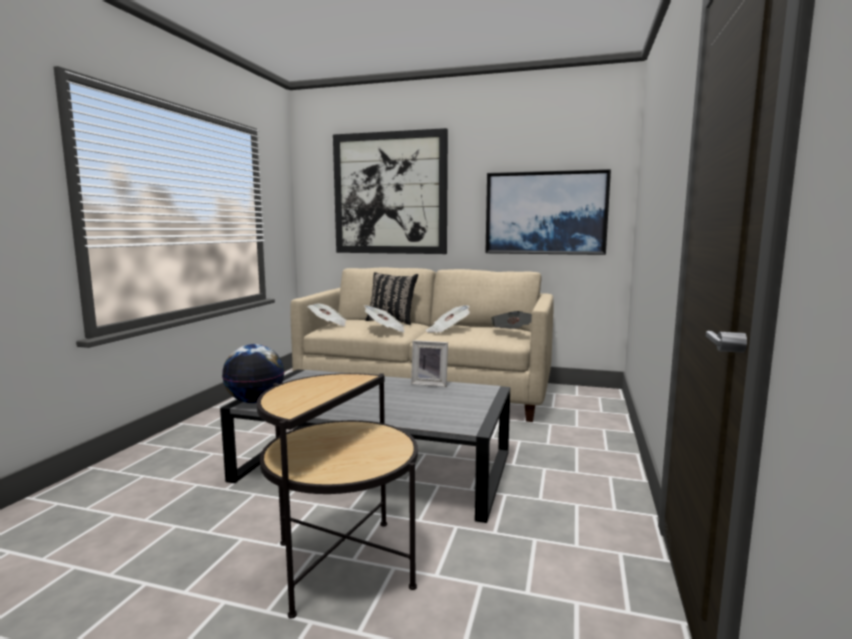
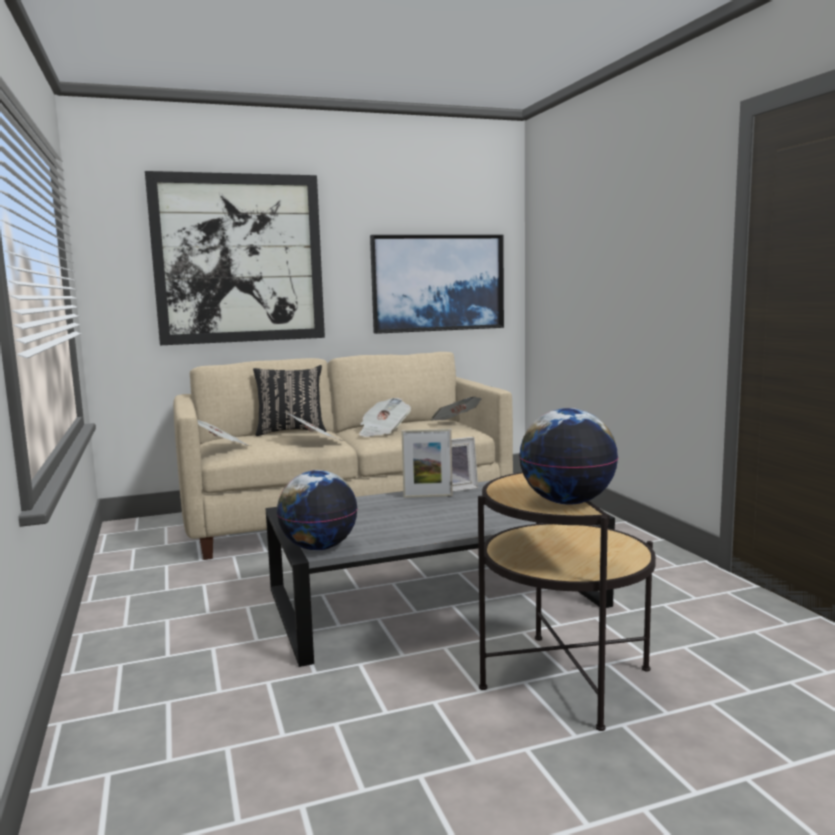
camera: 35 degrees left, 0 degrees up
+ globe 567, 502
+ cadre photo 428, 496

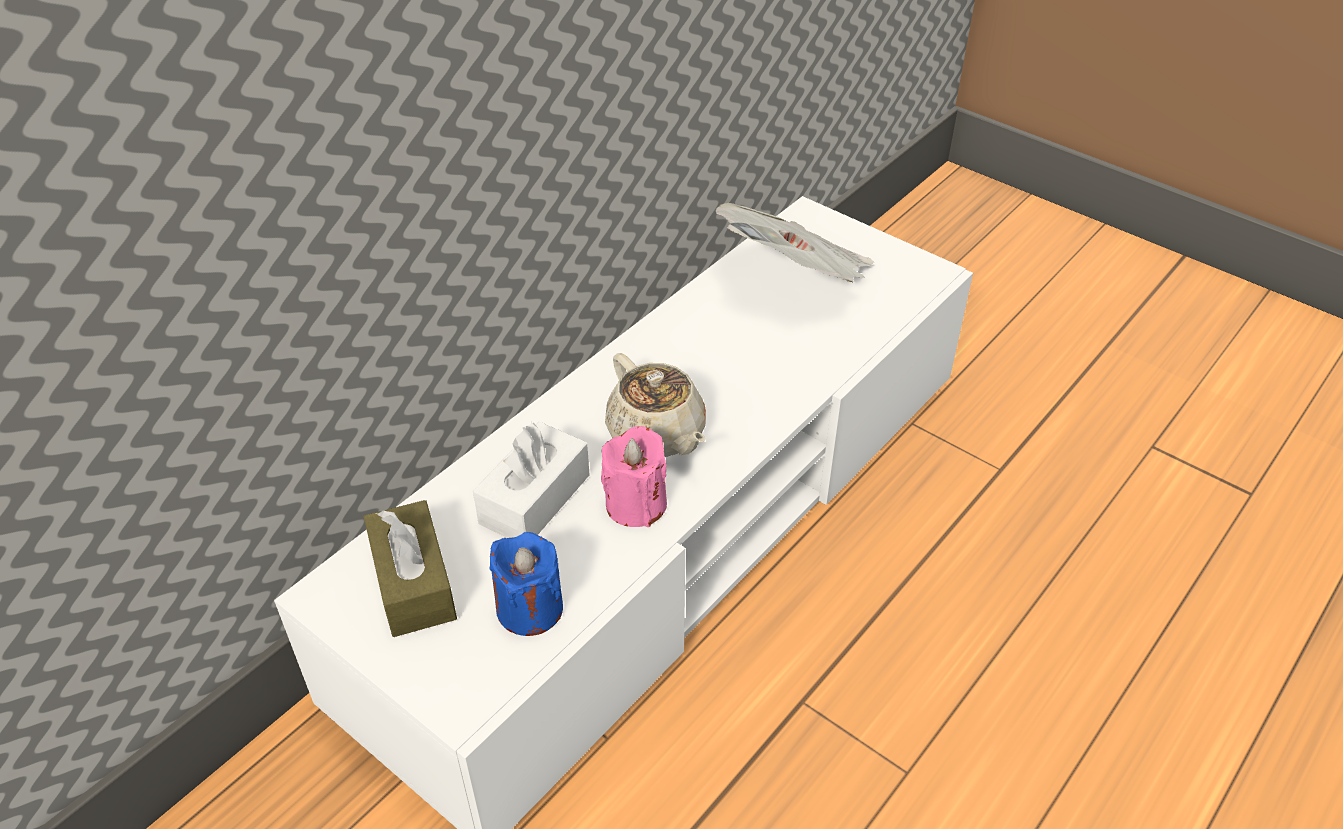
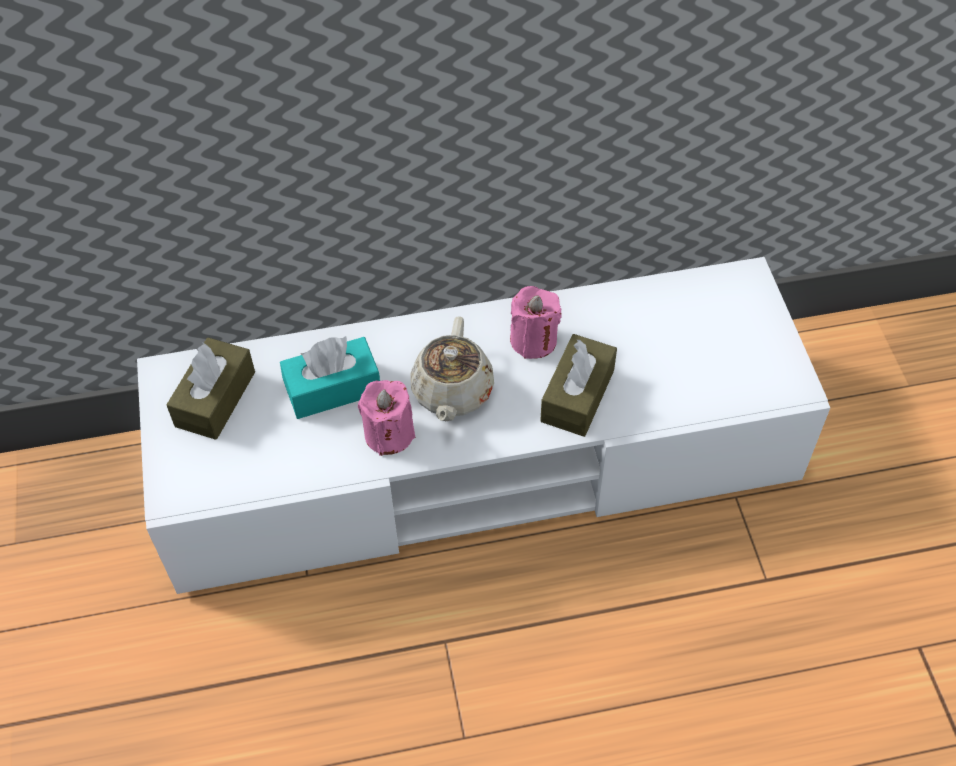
camera: 40 degrees right, 10 degrees up
- journal 796, 277
~ boîte à mouchoirs (blanc) 535, 499 to boîte à mouchoirs (turquoise) 333, 388
- bougie (bleu) 529, 609
+ bougie (rose) 533, 340
+ boîte à mouchoirs (marron) 577, 395

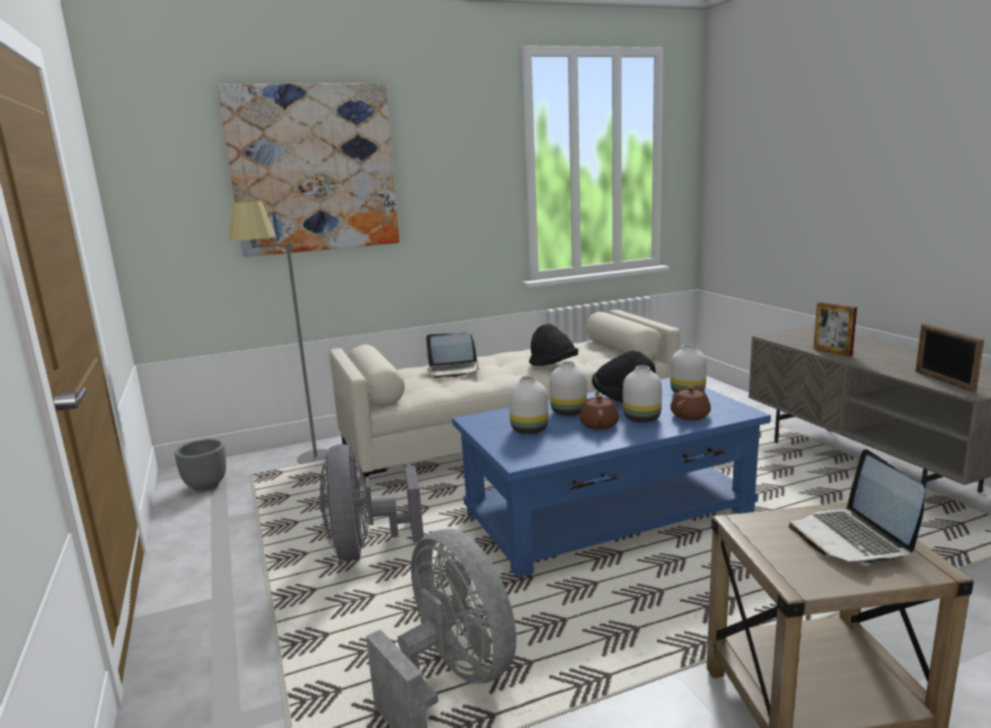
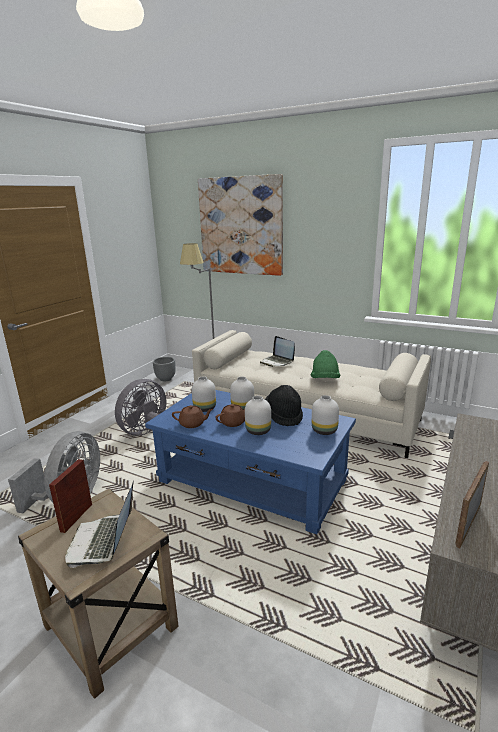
camera: 50 degrees right, 5 degrees up
~ cadre photo 832, 352 to 76, 517
~ chapeau (noir) 553, 366 to chapeau (vert) 325, 380
~ théière (marron) 690, 415 to 192, 424
~ ordinateur portable 852, 538 = 103, 541 45 degrees counterclockwise

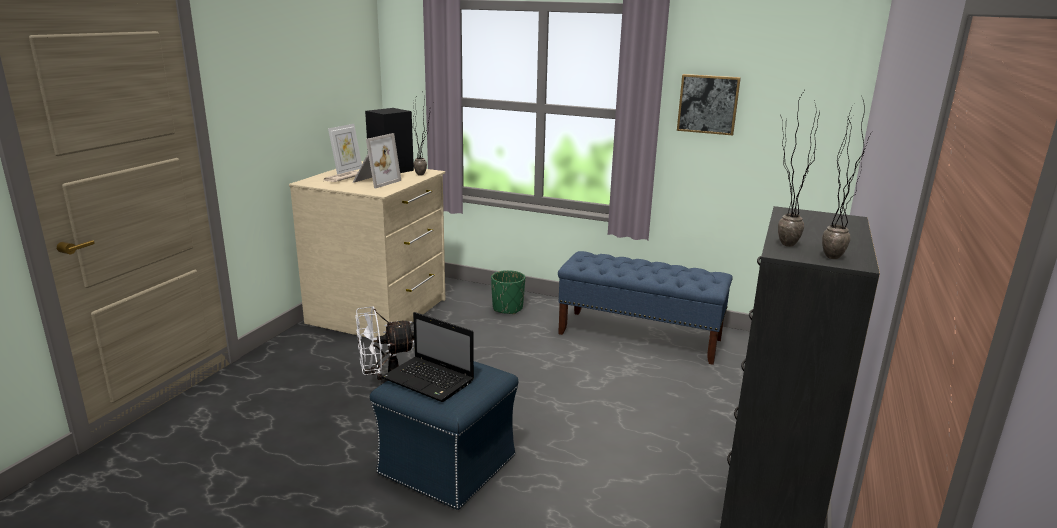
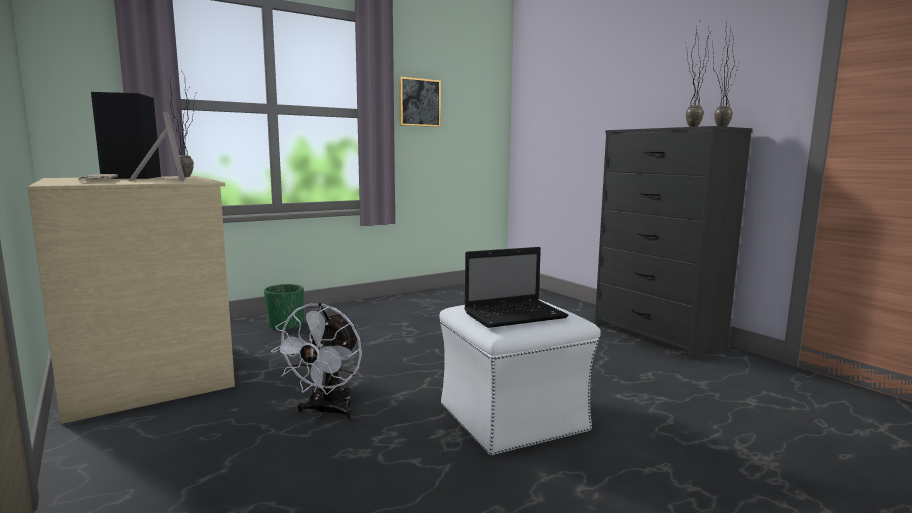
camera: 55 degrees left, 10 degrees down
- cadre photo 347, 171
- banc (bleu) 640, 336
~ pouf (bleu) 448, 465 to pouf (blanc) 514, 417

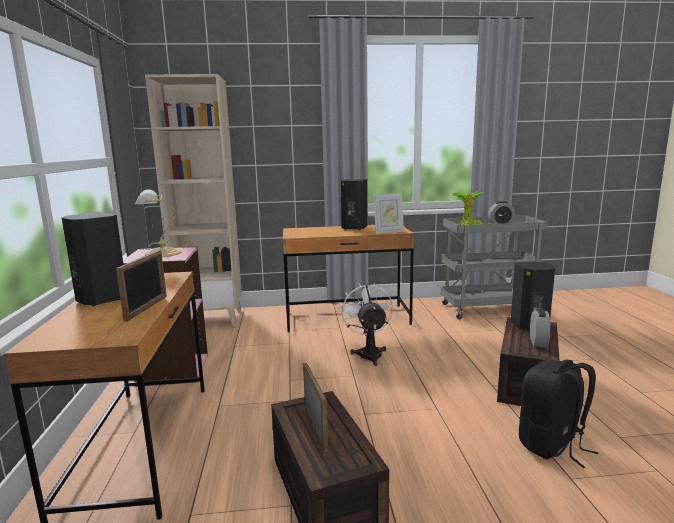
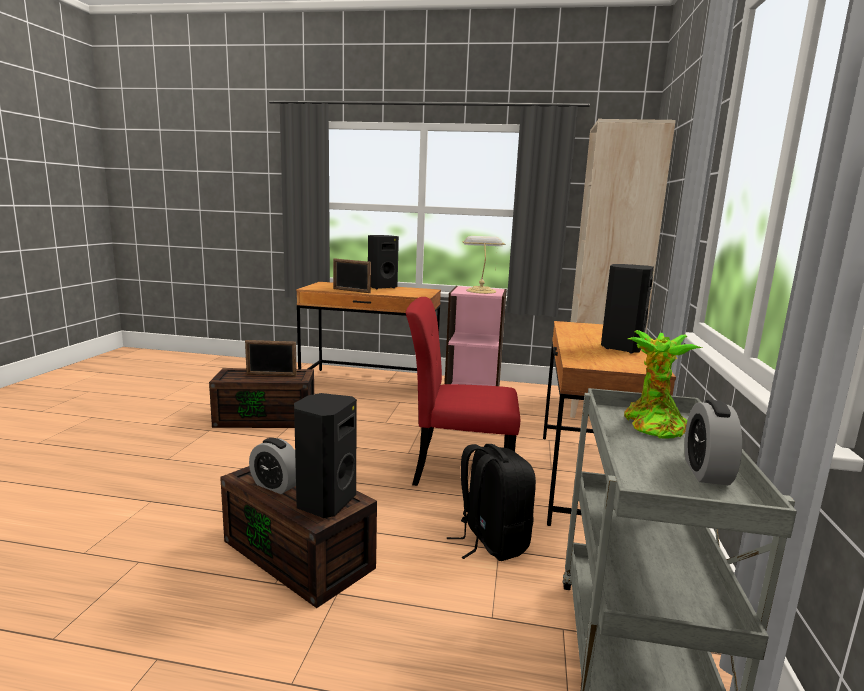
camera: 105 degrees right, 0 degrees up
- cadre photo 388, 232
~ ventilateur (blanc) 369, 353 to chaise (rouge) 457, 471
~ sac à dos (noir) 552, 445 to 491, 542

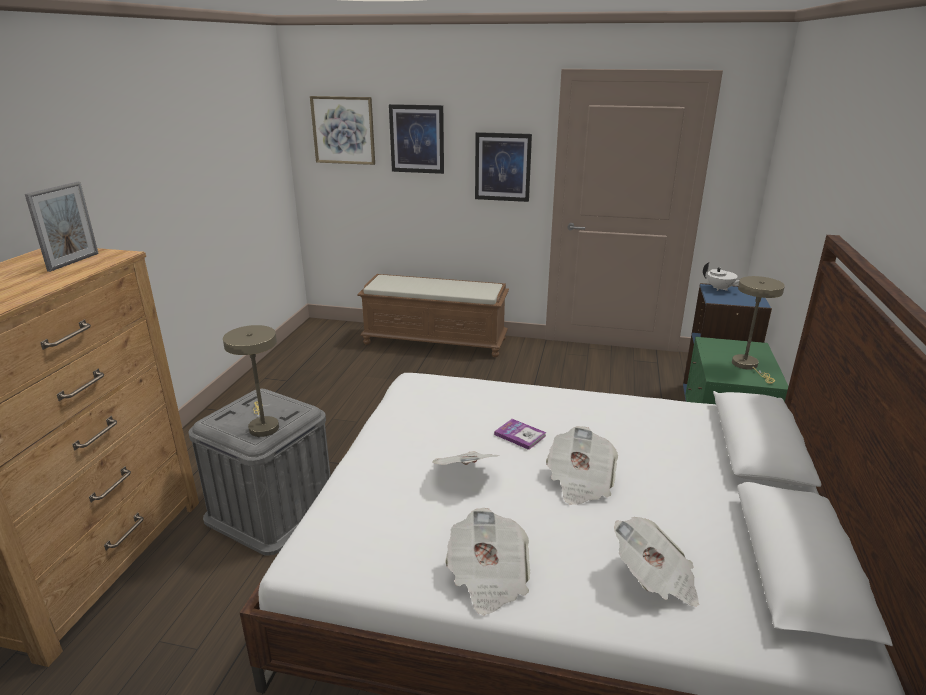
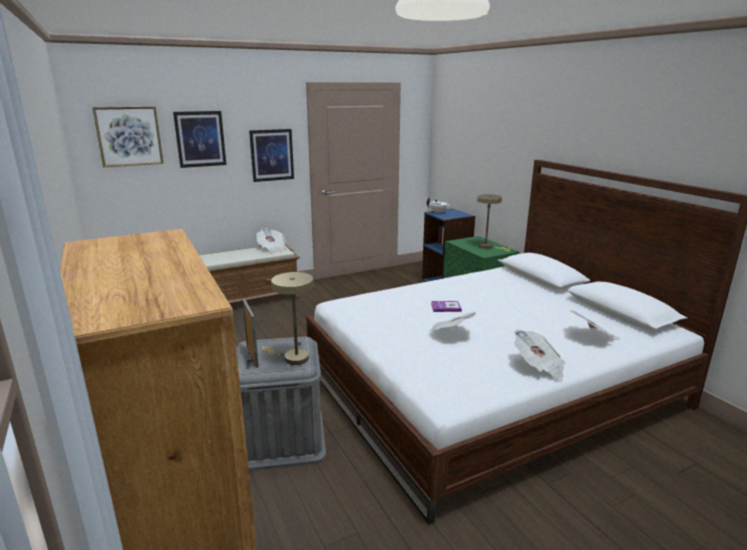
camera: 40 degrees left, 5 degrees down
~ cadre photo 74, 262 to 252, 357
~ journal 580, 482 to 272, 248

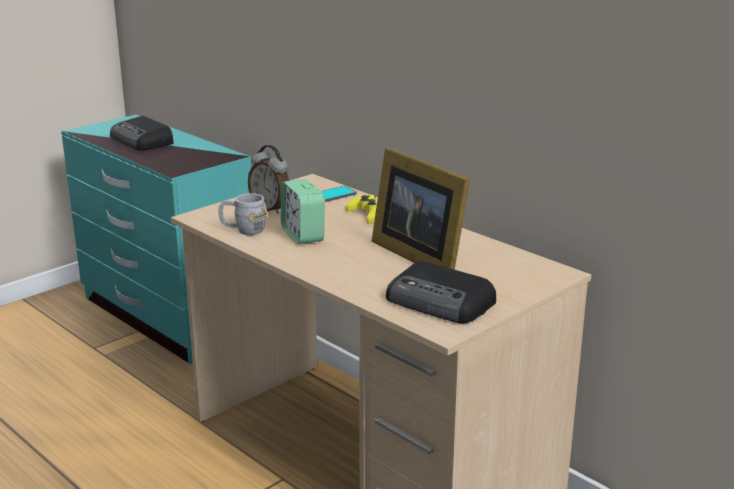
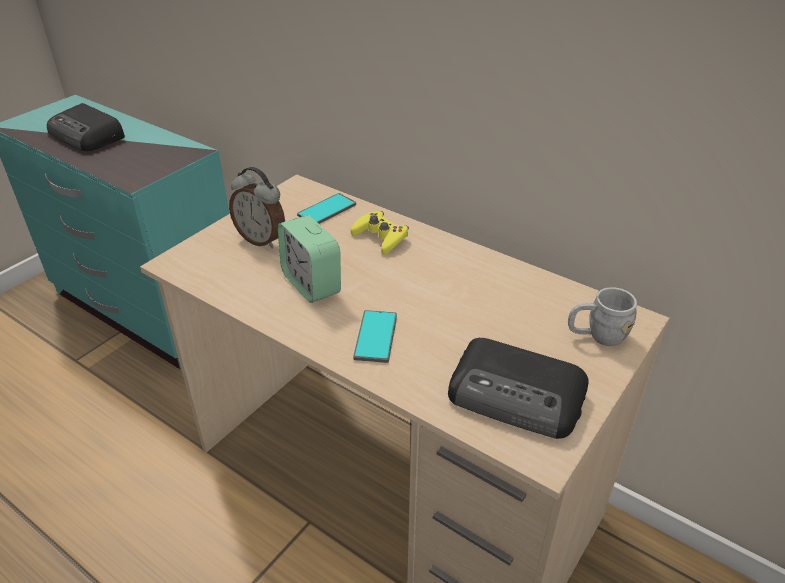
camera: 10 degrees left, 15 degrees up
- cadre photo 419, 255
~ mug (gris) 243, 230 to 597, 335
+ téléphone 376, 337

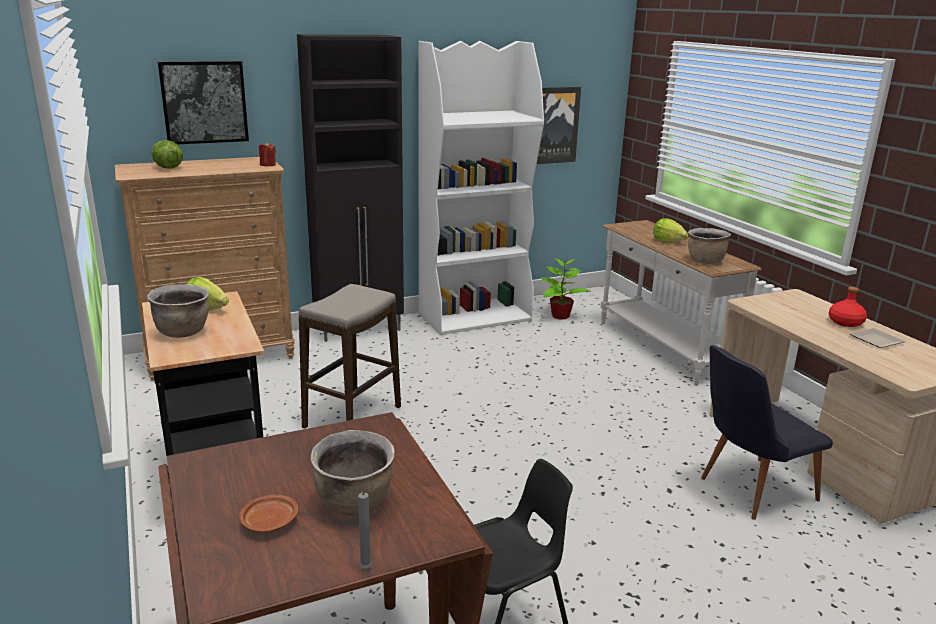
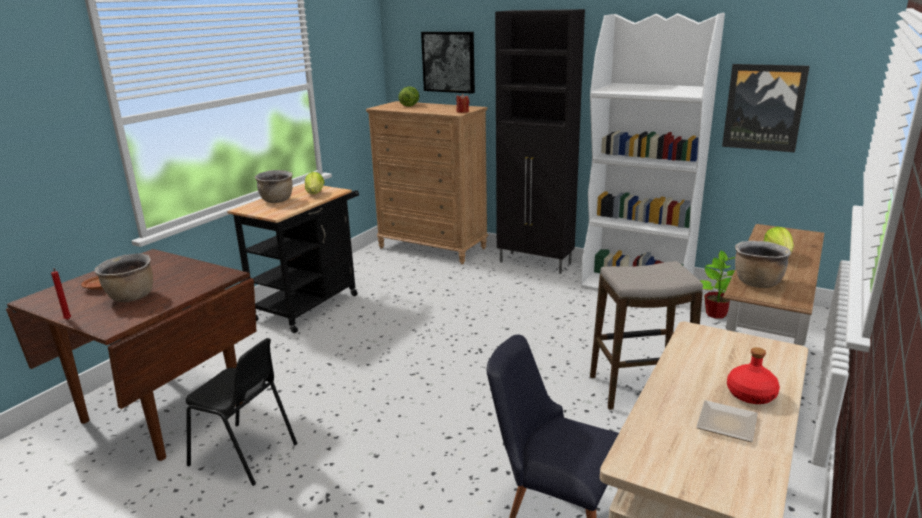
camera: 55 degrees right, 0 degrees up
~ tabouret 352, 417 to 639, 389
~ bougie (gris) 368, 568 to bougie (rouge) 68, 320

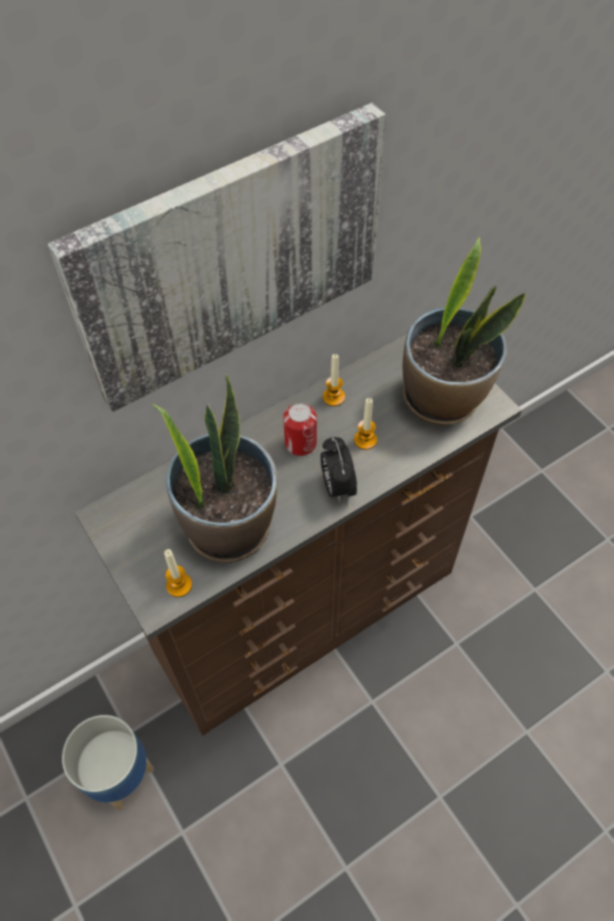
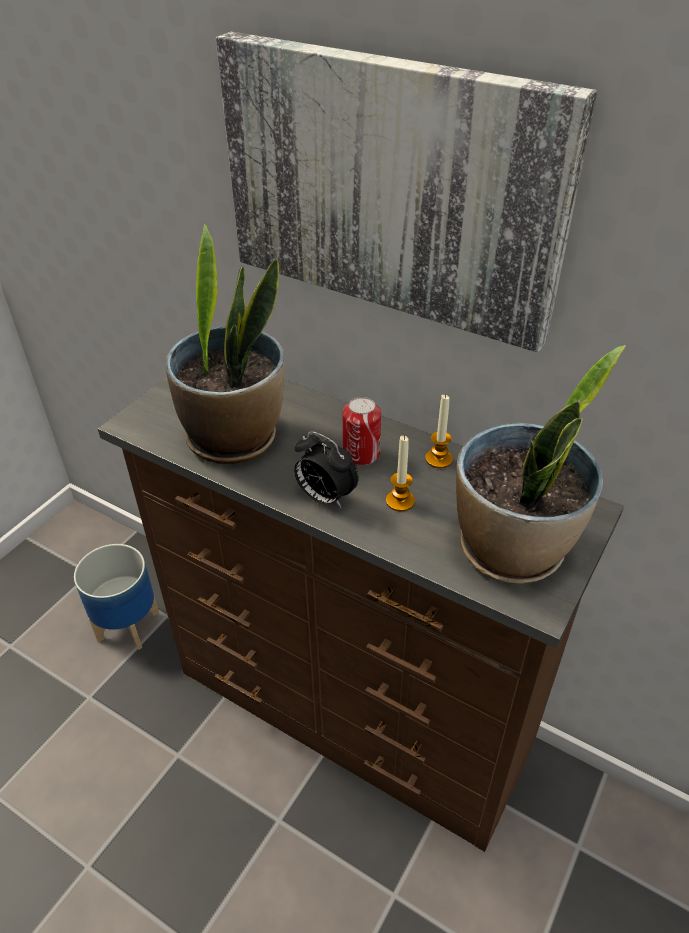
camera: 65 degrees right, 15 degrees down
~ réveil 337, 486 = 325, 497 105 degrees counterclockwise
- bougie 179, 585

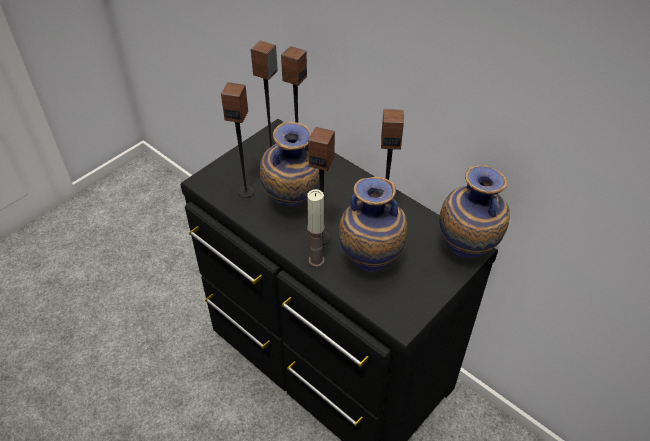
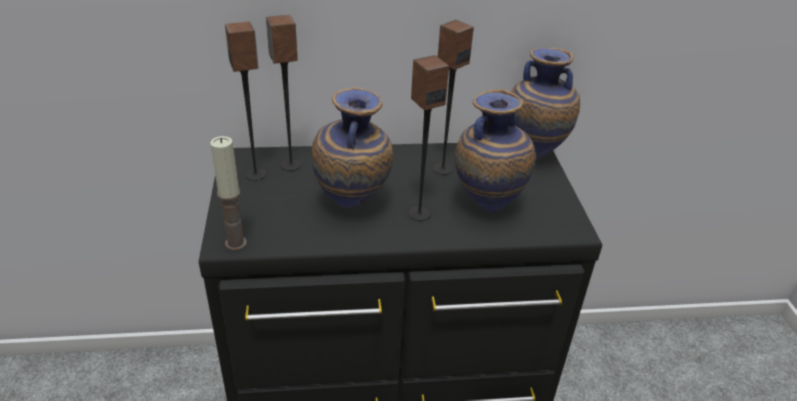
camera: 50 degrees left, 10 degrees down
- enceinte 246, 191
~ bougie 316, 260 to 236, 243

